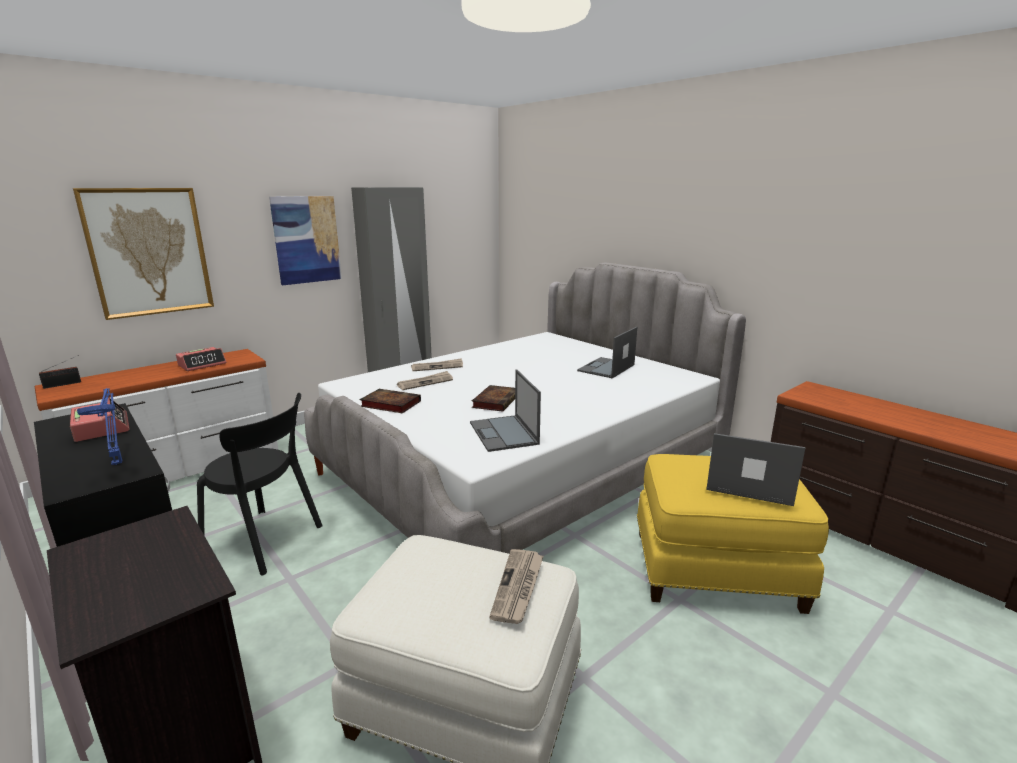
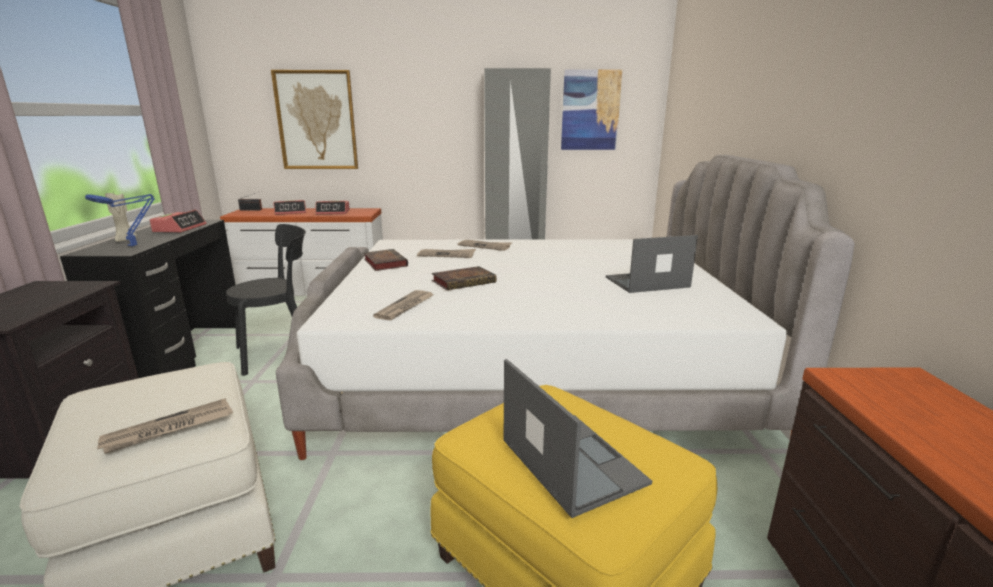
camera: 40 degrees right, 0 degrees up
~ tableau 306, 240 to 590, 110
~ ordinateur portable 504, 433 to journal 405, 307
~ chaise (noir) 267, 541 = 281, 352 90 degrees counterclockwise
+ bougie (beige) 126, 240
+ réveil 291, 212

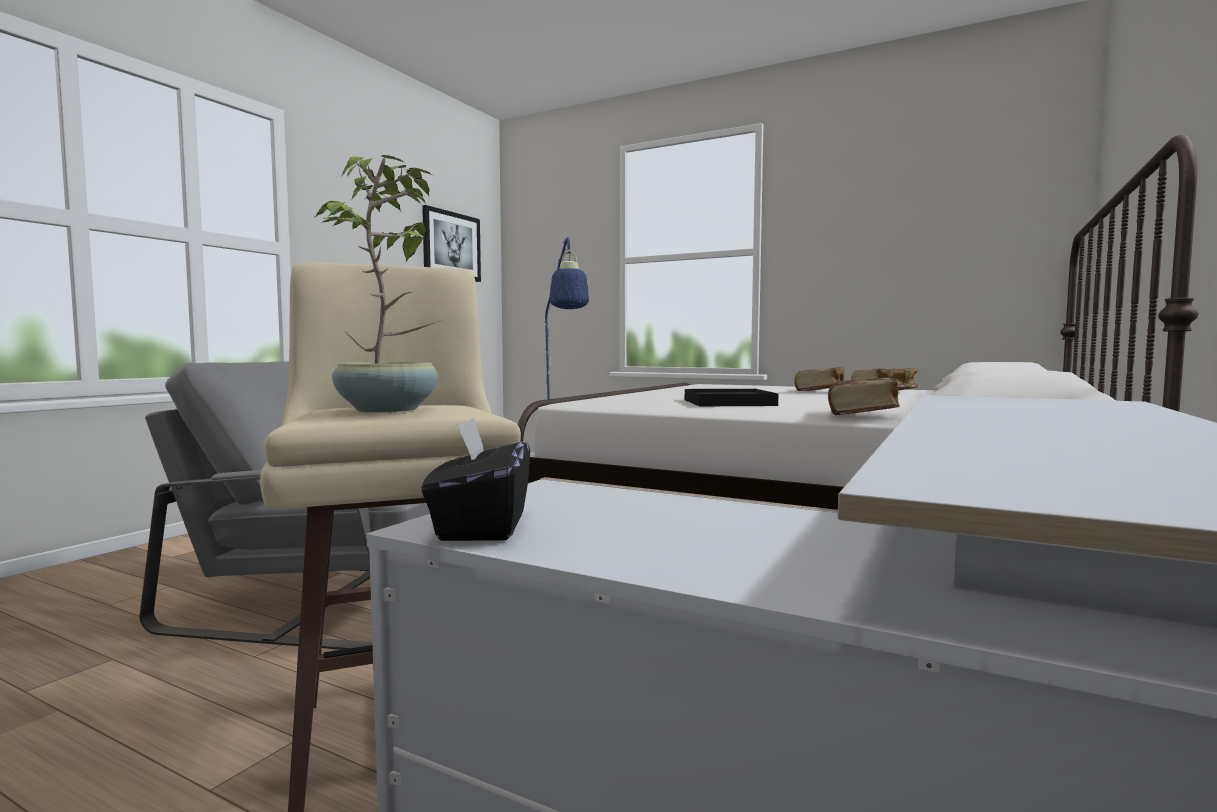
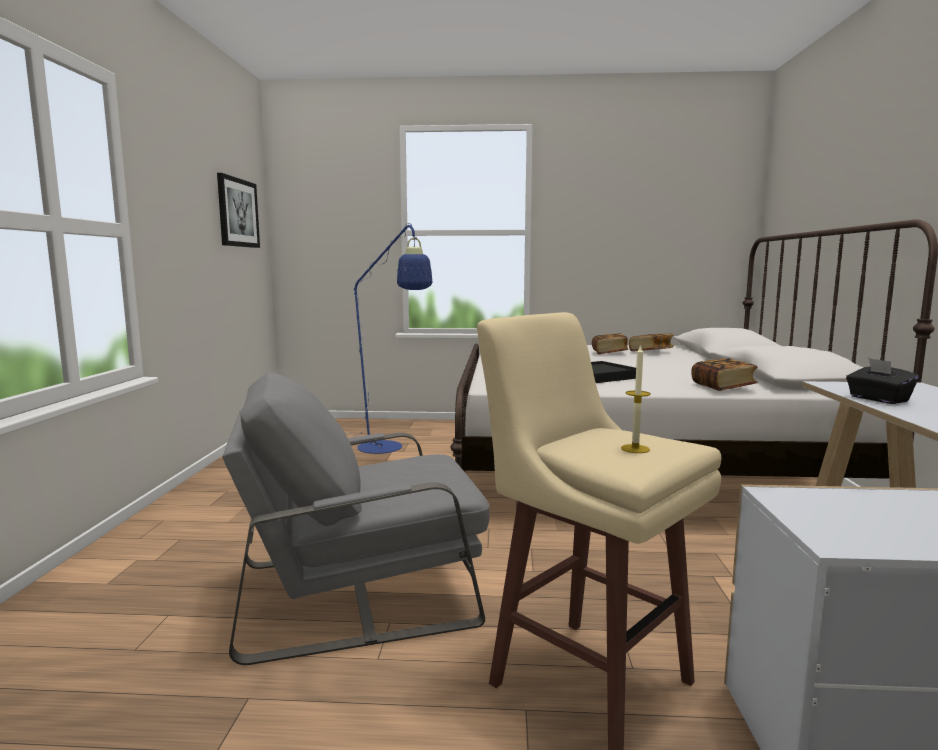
camera: 25 degrees left, 5 degrees up
~ plante en pot 390, 409 to bougie 635, 449
~ boîte à mouchoirs (noir) 481, 526 to 878, 399

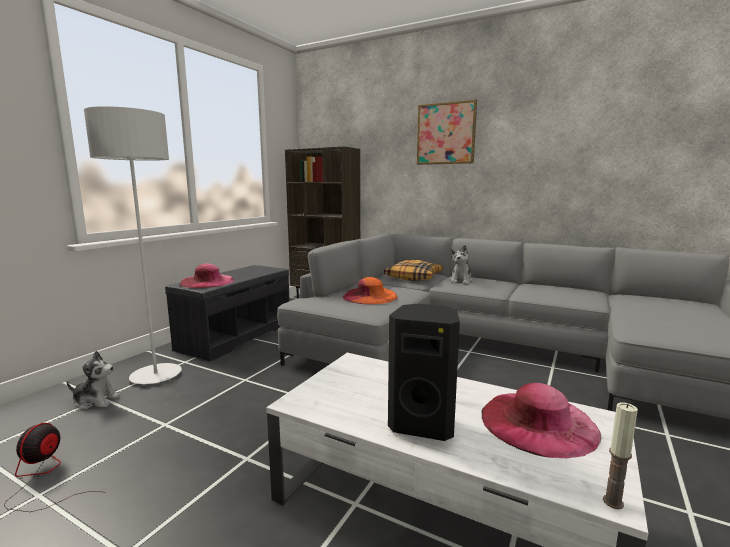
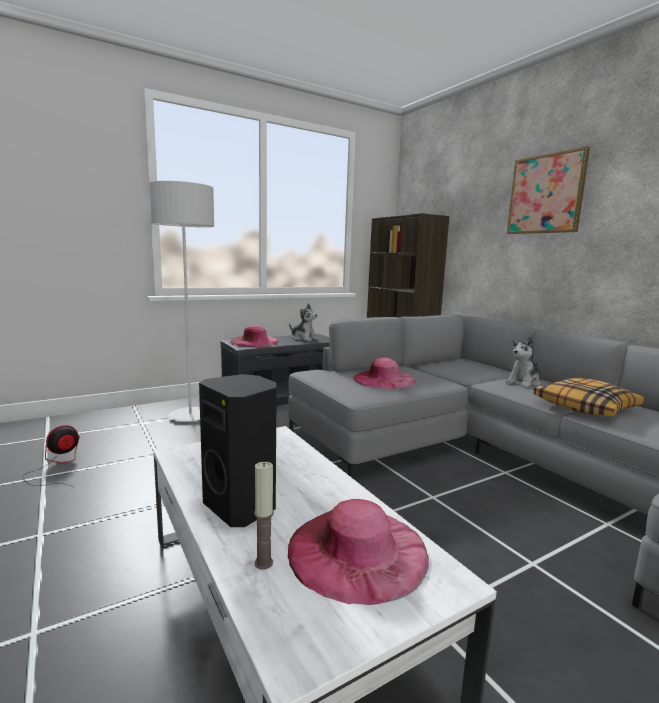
camera: 30 degrees right, 0 degrees up
~ coussin 413, 277 to 586, 407
~ chapeau (orange) 370, 296 to chapeau (rose) 383, 379
~ peluche 96, 401 to 303, 338
~ bougie 613, 502 to 263, 563

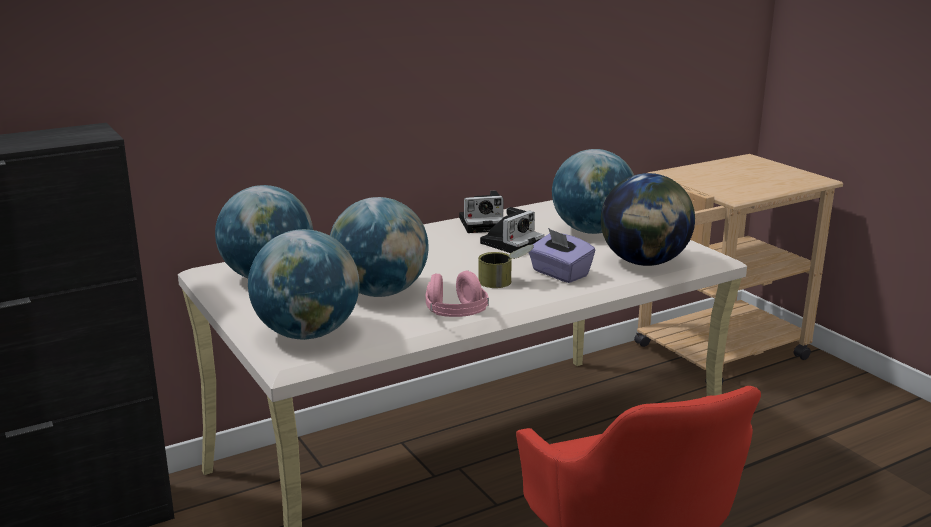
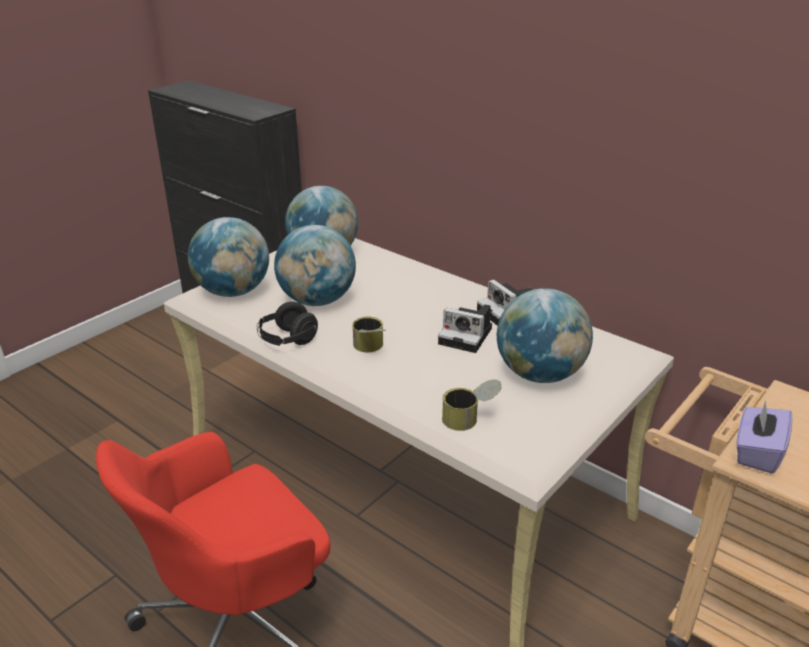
camera: 70 degrees right, 10 degrees up
~ globe 644, 262 to boîte métallique 470, 419
~ boîte à mouchoirs (violet) 559, 274 to 757, 452
~ casque audio (rose) 456, 316 to casque audio (noir) 287, 340

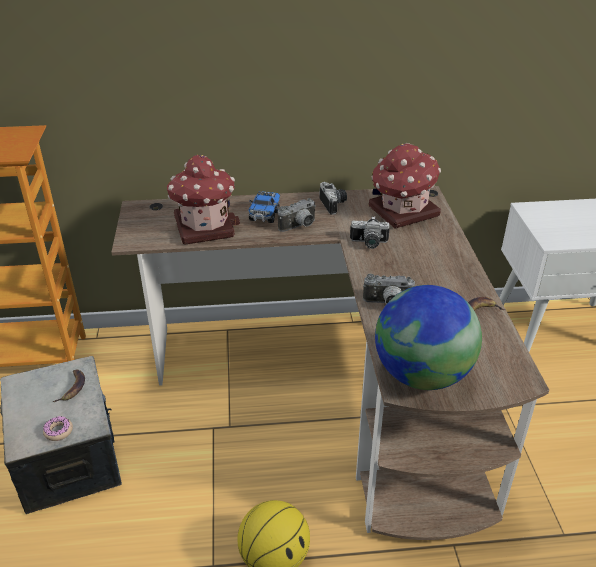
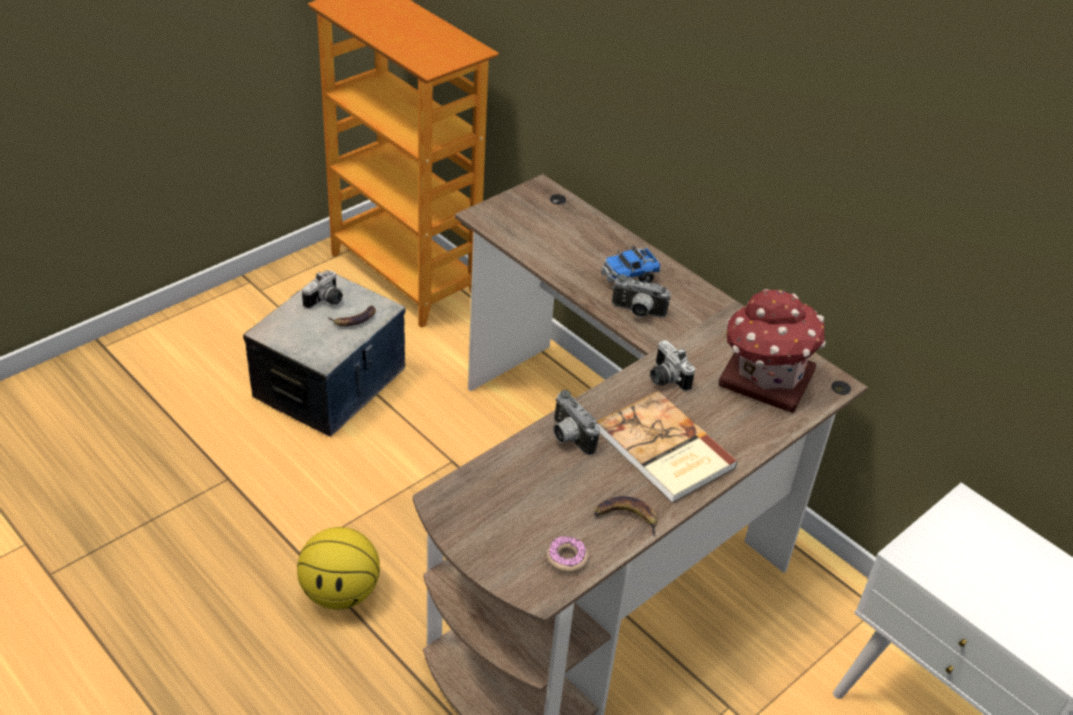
camera: 50 degrees right, 5 degrees up
- maison miniature 204, 226
~ appareil photo 334, 205 to 326, 301
- globe 422, 375
~ beignet 58, 431 to 566, 559
+ livre 663, 451

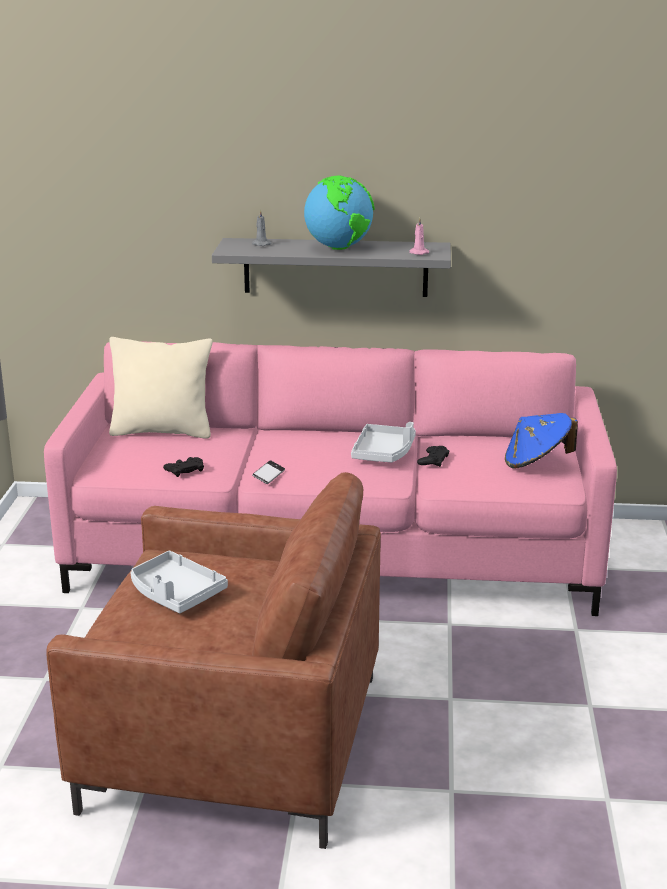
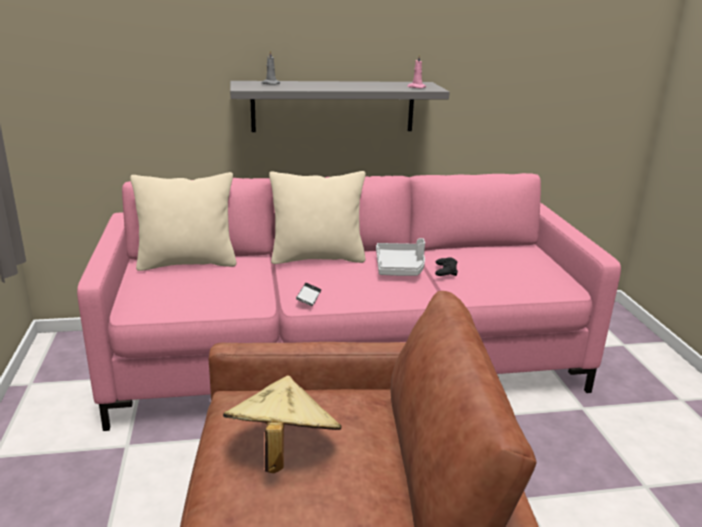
camera: 15 degrees left, 0 degrees up
- globe 339, 248
- chapeau (bleu) 536, 463
- manette (noir) 185, 470
~ plateau (gris) 175, 593 to chapeau (beige) 281, 451
+ coussin (beige) 318, 258

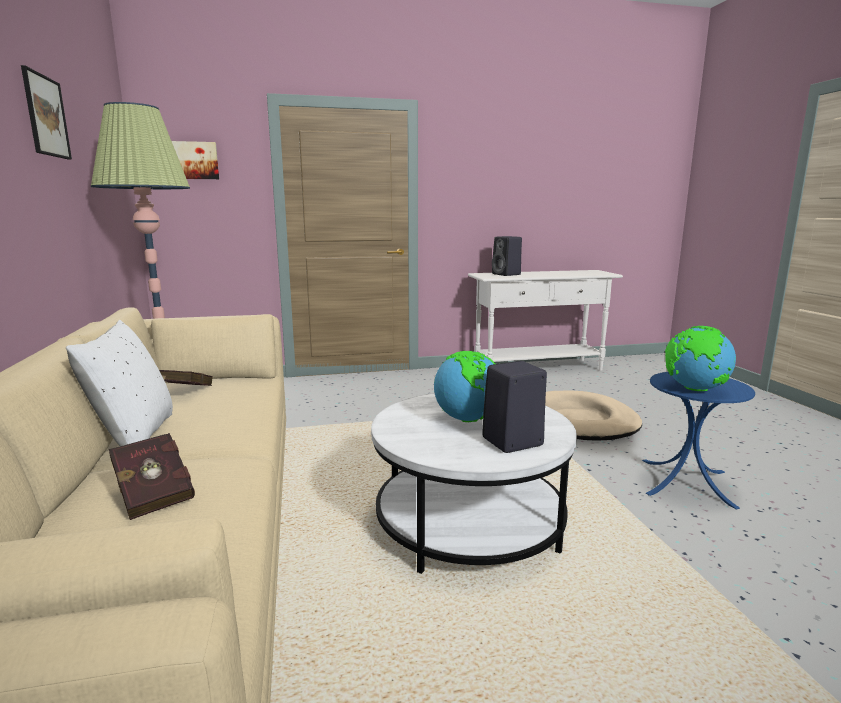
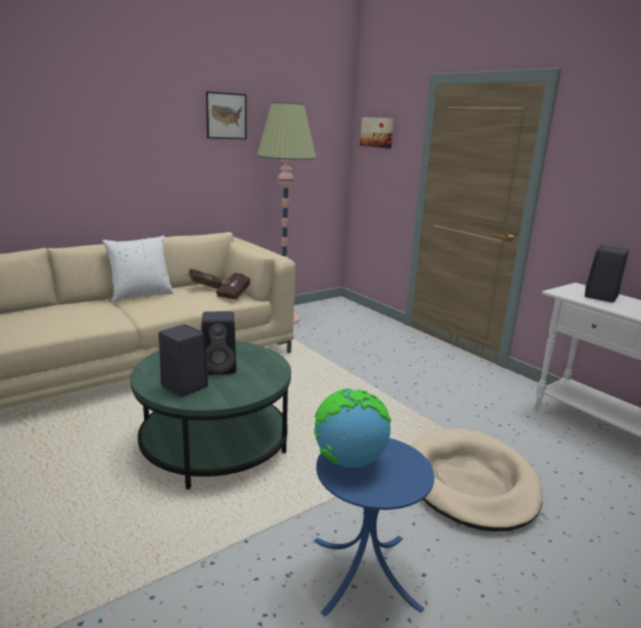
camera: 65 degrees right, 5 degrees up
~ globe 467, 419 to enceinte (noir) 220, 367
~ table basse (blanc) 469, 522 to table basse (vert) 215, 444
~ livre (rouge) 154, 493 to 236, 294

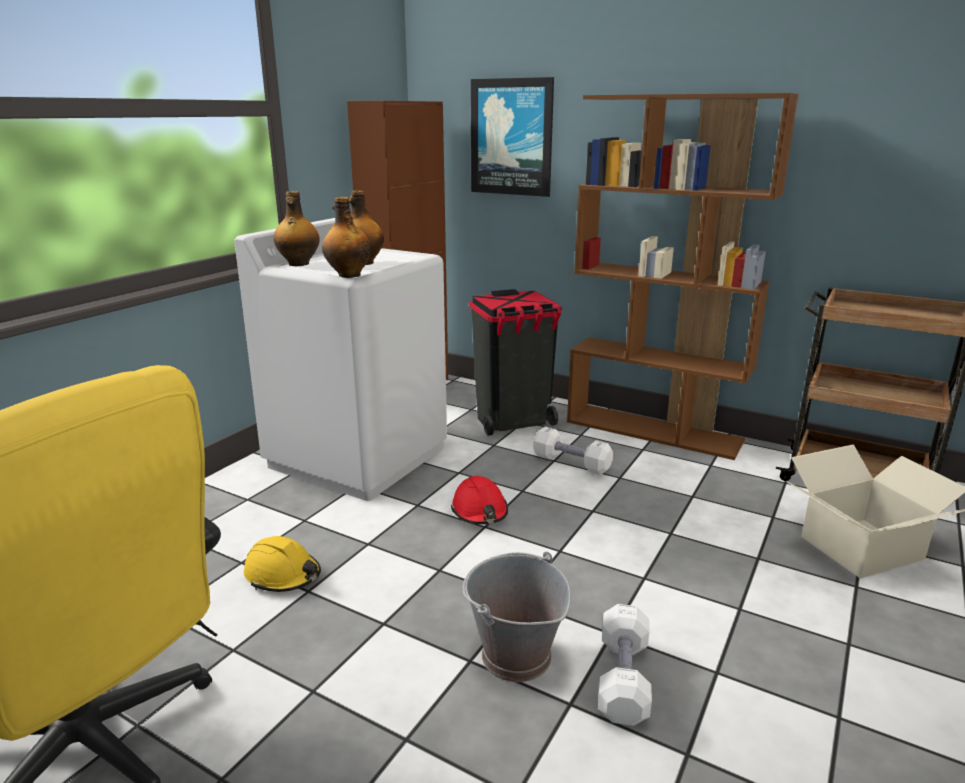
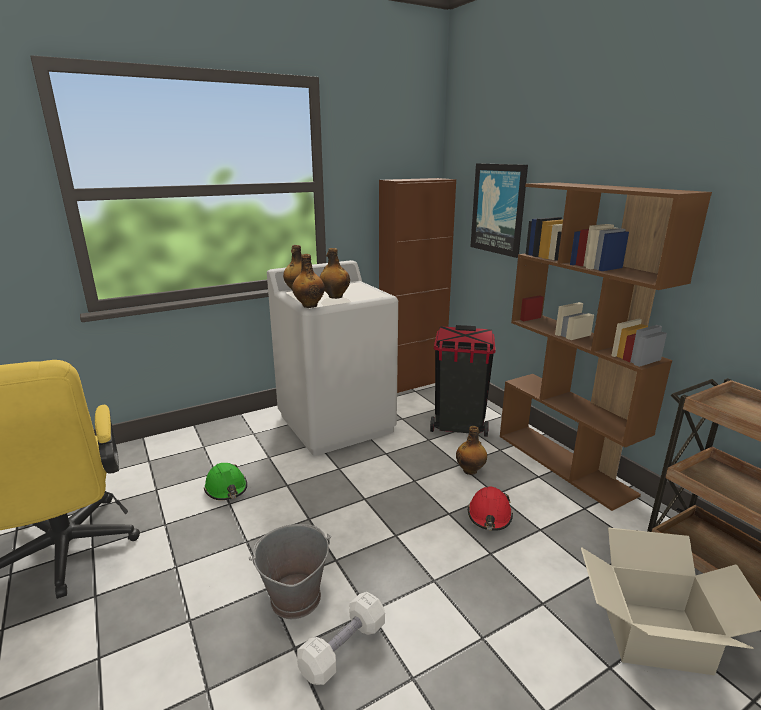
camera: 30 degrees right, 0 degrees up
~ haltère (blanc) 571, 463 to bouteille 470, 470
~ casque de chantier (rouge) 480, 511 to 489, 516
~ casque de chantier (jaune) 283, 575 to casque de chantier (vert) 226, 488

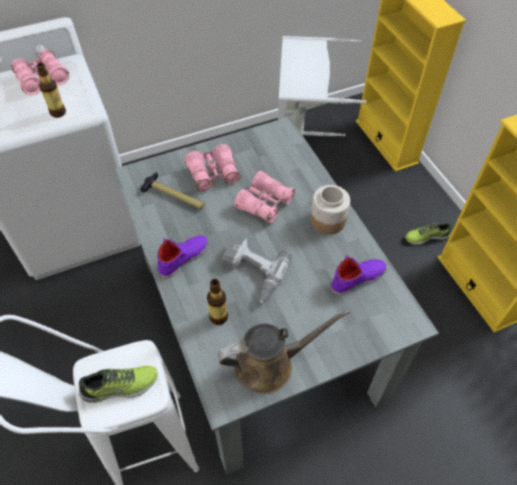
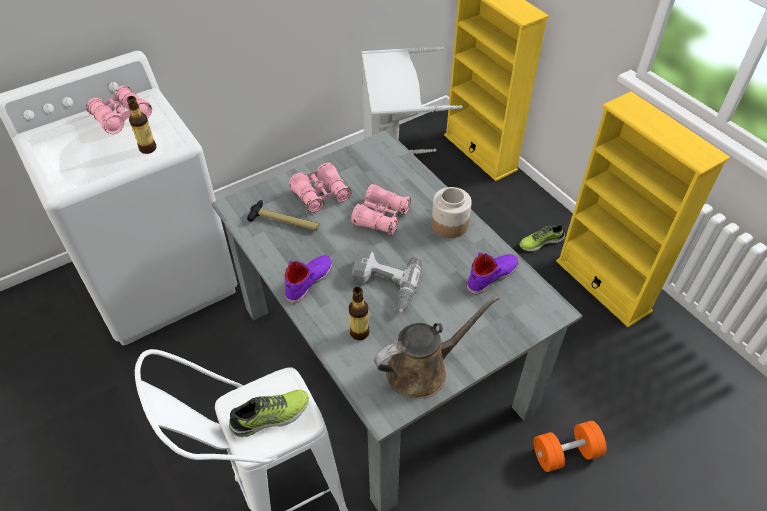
camera: 10 degrees left, 5 degrees down
+ haltère (orange) 566, 453

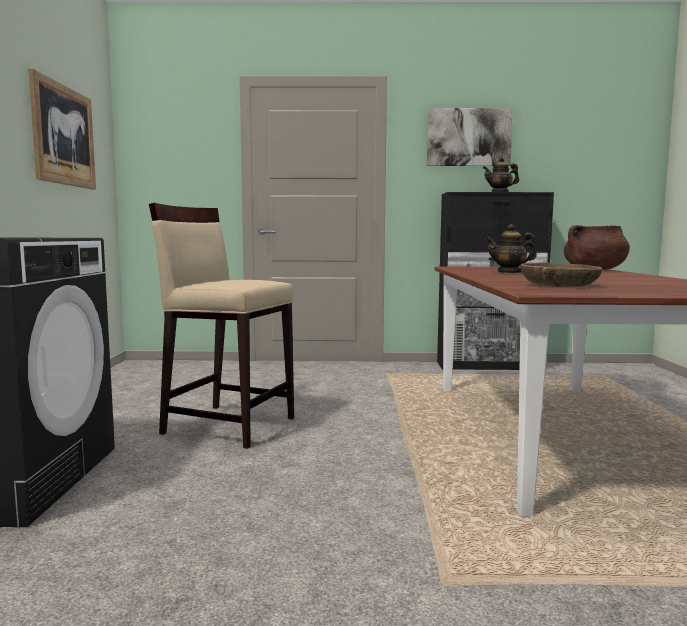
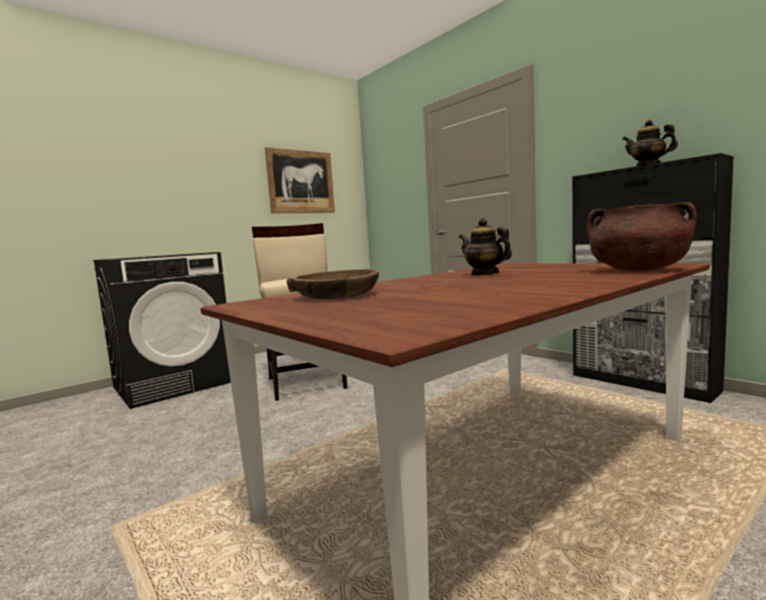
camera: 50 degrees right, 0 degrees up
- tableau 468, 137

